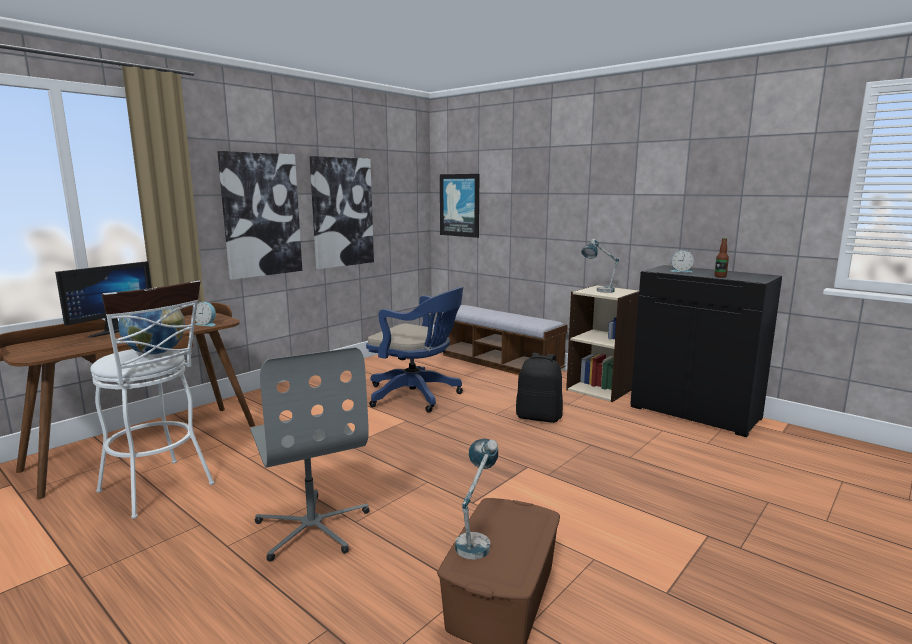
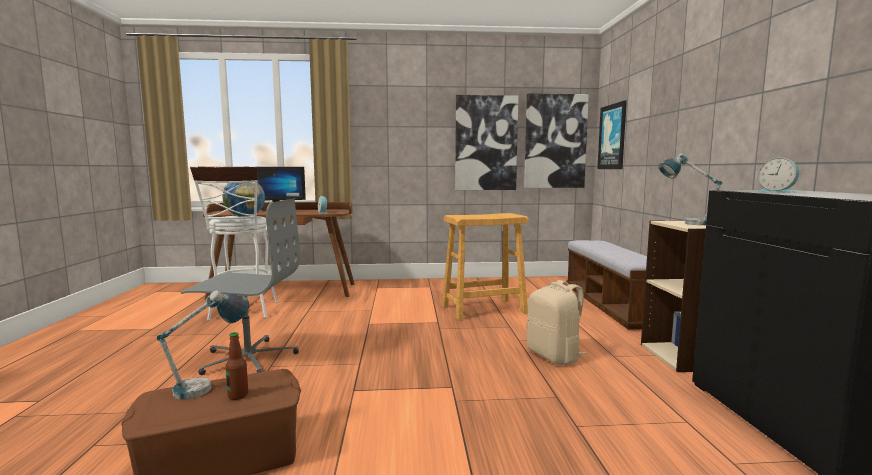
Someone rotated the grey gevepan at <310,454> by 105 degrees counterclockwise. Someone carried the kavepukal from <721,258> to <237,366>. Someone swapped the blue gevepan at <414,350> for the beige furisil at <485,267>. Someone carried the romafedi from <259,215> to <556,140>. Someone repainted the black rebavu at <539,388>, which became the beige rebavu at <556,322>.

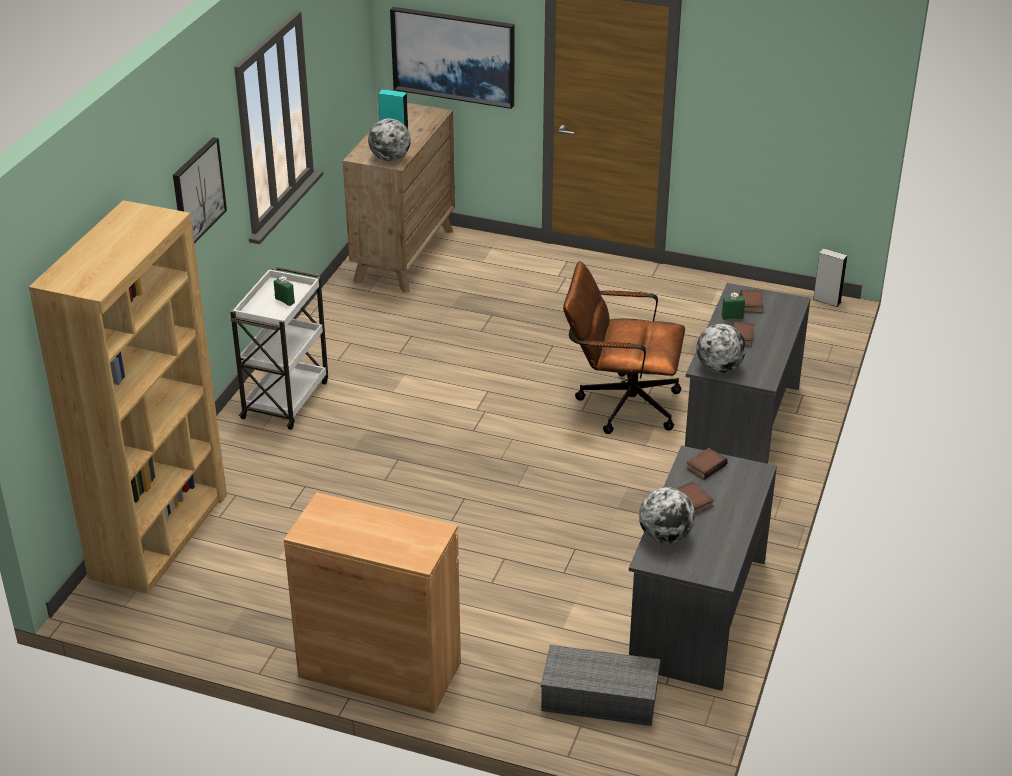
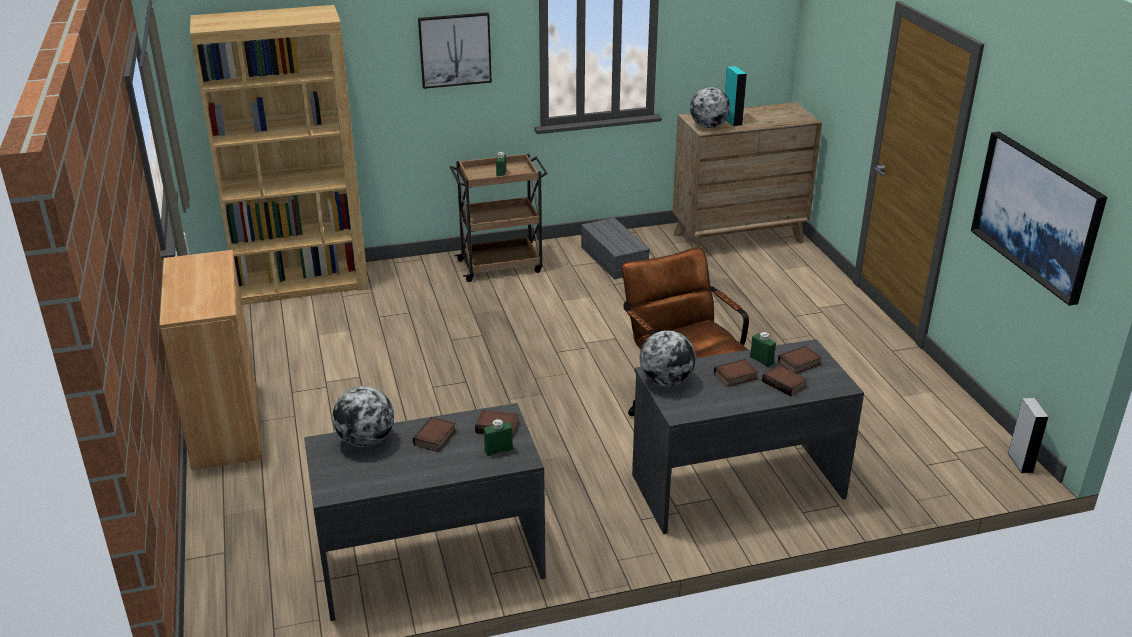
Someone repainted the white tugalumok at <279,348>, which became the brown tugalumok at <499,218>. Someone put down the green kavepukal at <498,437>. Someone carried the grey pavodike from <600,685> to <615,249>. Someone put down the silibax at <784,380>. Someone carried the romafedi from <452,58> to <1039,219>.

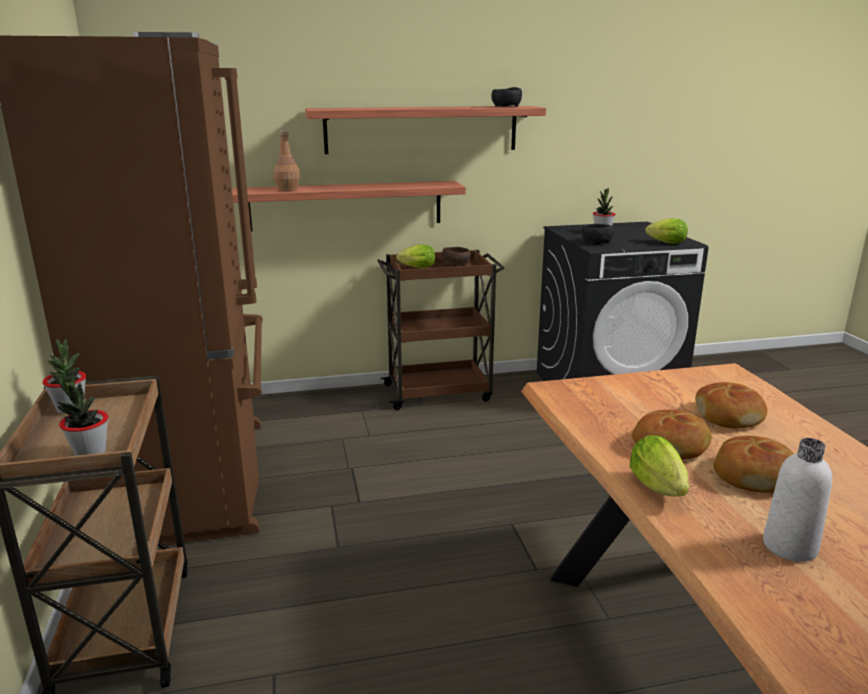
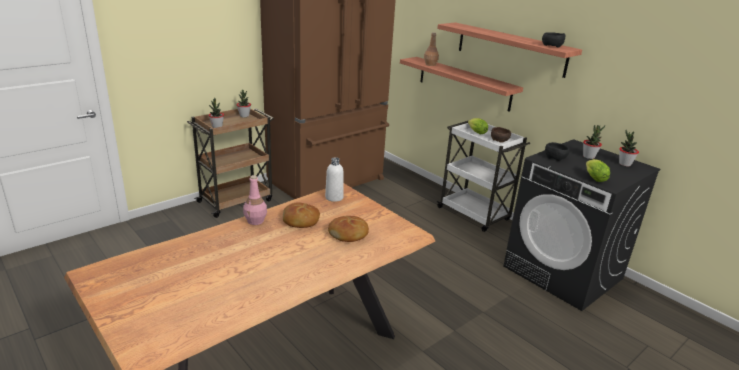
Someone swapped the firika at <659,466> for the pink kavepukal at <255,200>. Someone carried the white kavepukal from <797,500> to <334,179>. Someone repainted the brown tugalumok at <441,330>, which became the white tugalumok at <483,176>. Someone put down the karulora at <629,148>. Someone took away the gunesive at <753,464>.

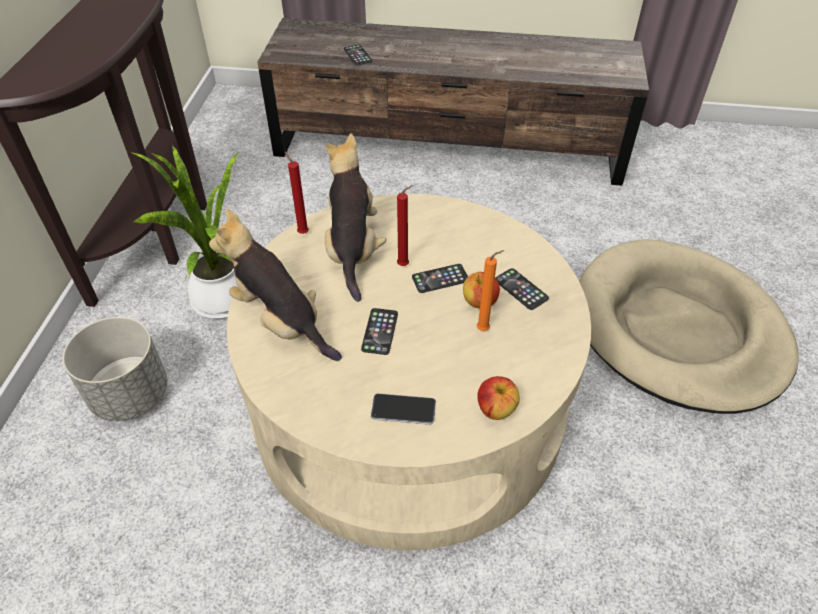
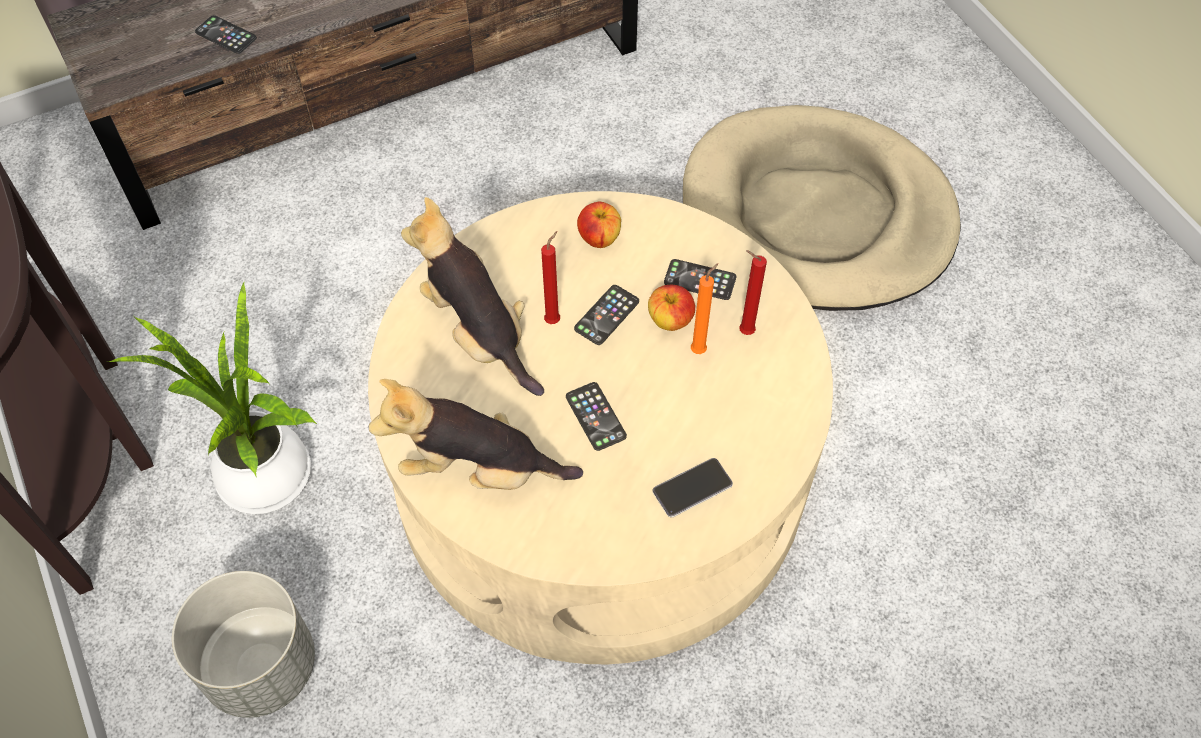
Someone carried the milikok from <498,398> to <599,225>. Someone carried the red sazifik from <297,193> to <753,292>.

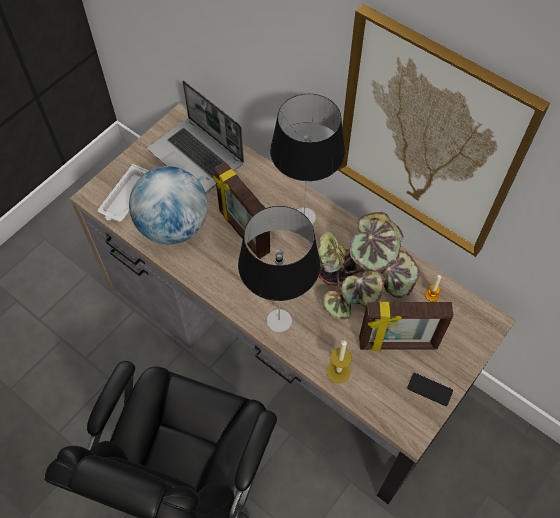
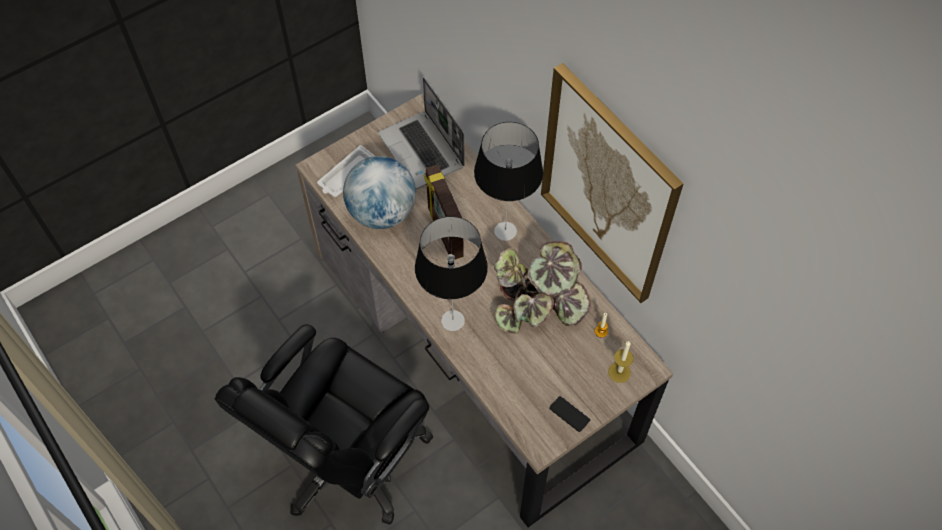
Someone carried the sazifik from <339,361> to <621,362>. Someone took away the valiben at <406,326>.

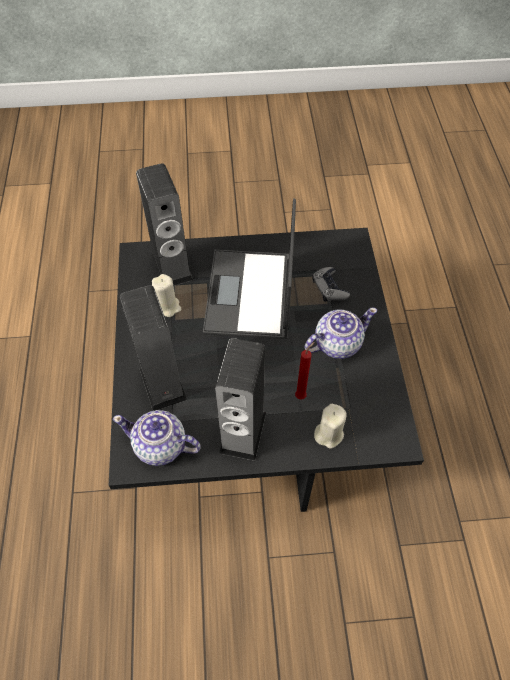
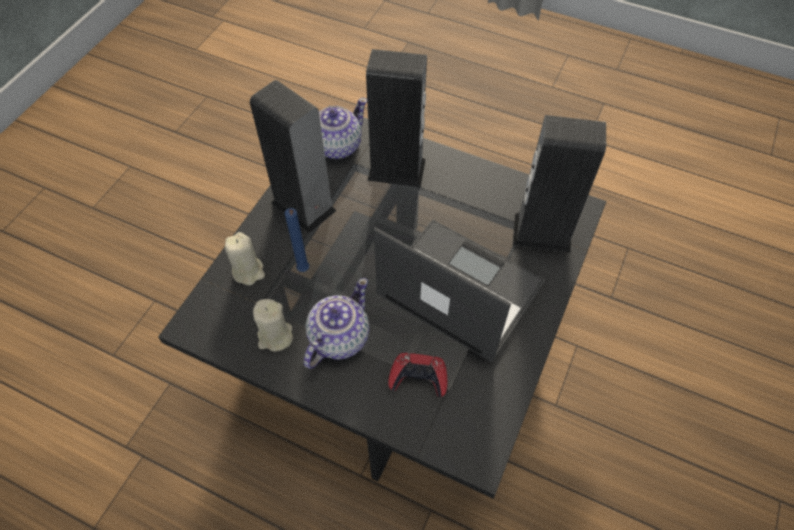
Someone carried the beige sazifik from <166,295> to <273,325>. Someone repainted the red sazifik at <304,370>, which became the blue sazifik at <297,240>. Someone rotated the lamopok at <340,333> by 150 degrees counterclockwise. Someone repainted the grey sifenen at <331,284>, which became the red sifenen at <417,374>.

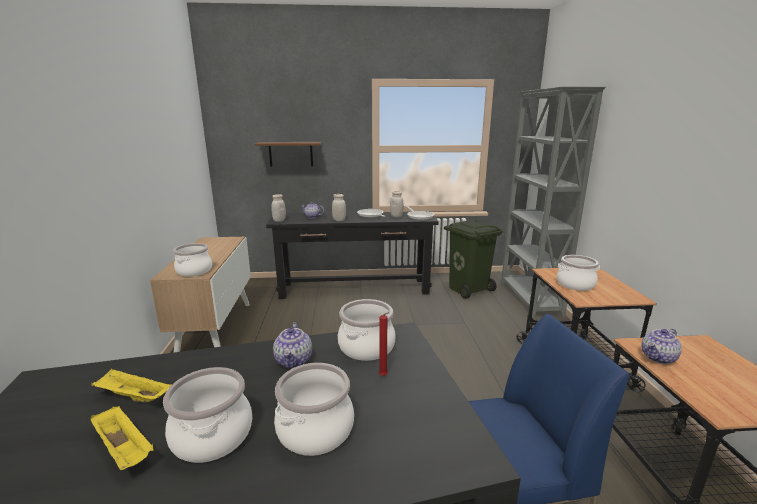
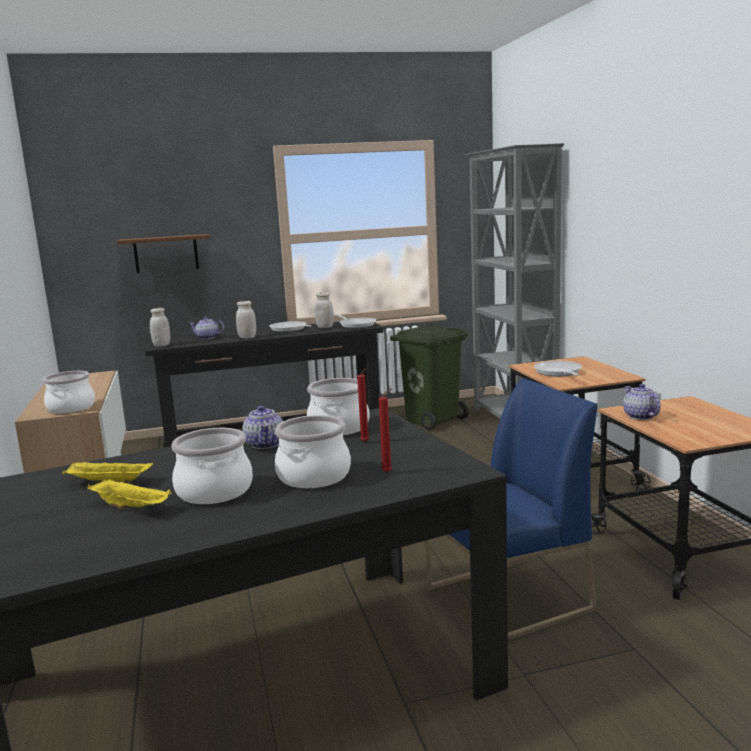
Someone put down the red sazifik at <385,431>. Someone swapped the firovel at <578,273> for the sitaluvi at <558,369>. Someone rotated the lamopok at <661,346> by 120 degrees clockwise.

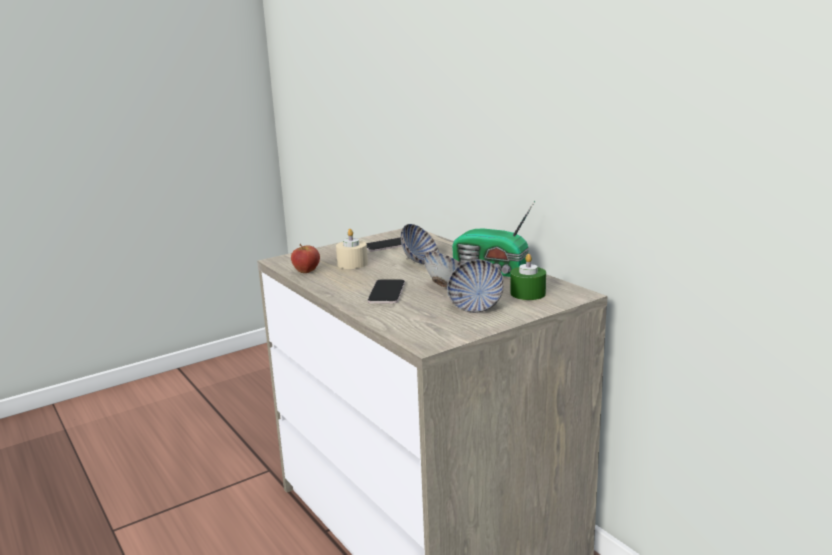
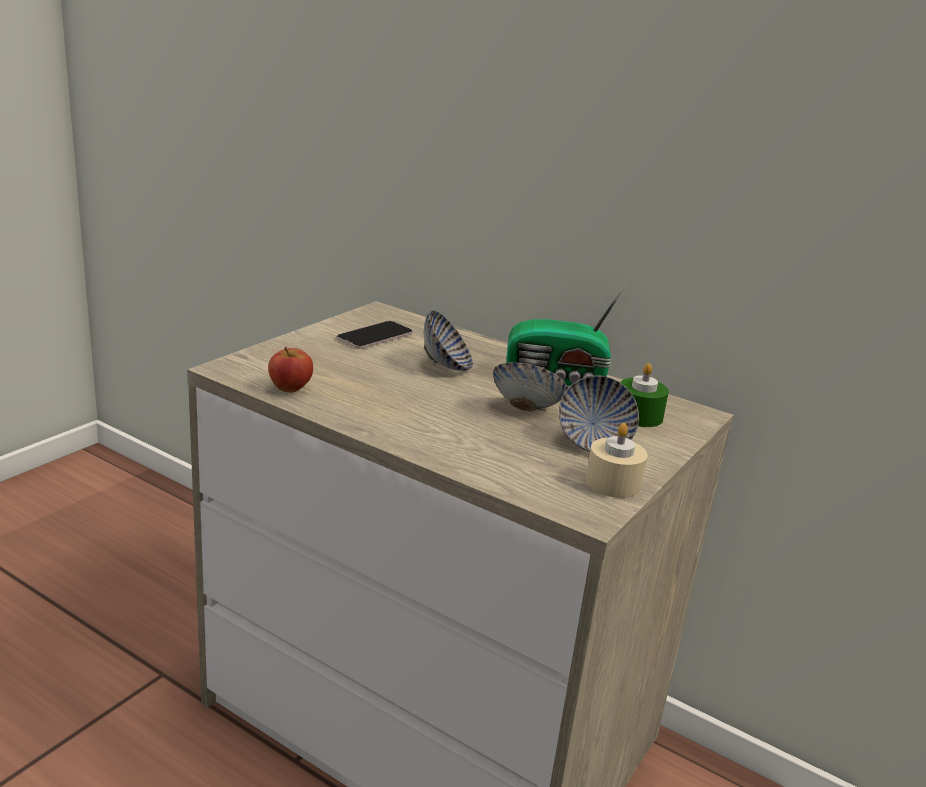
Someone carried the beige sazifik from <352,249> to <617,460>. Someone took away the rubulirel at <386,291>.

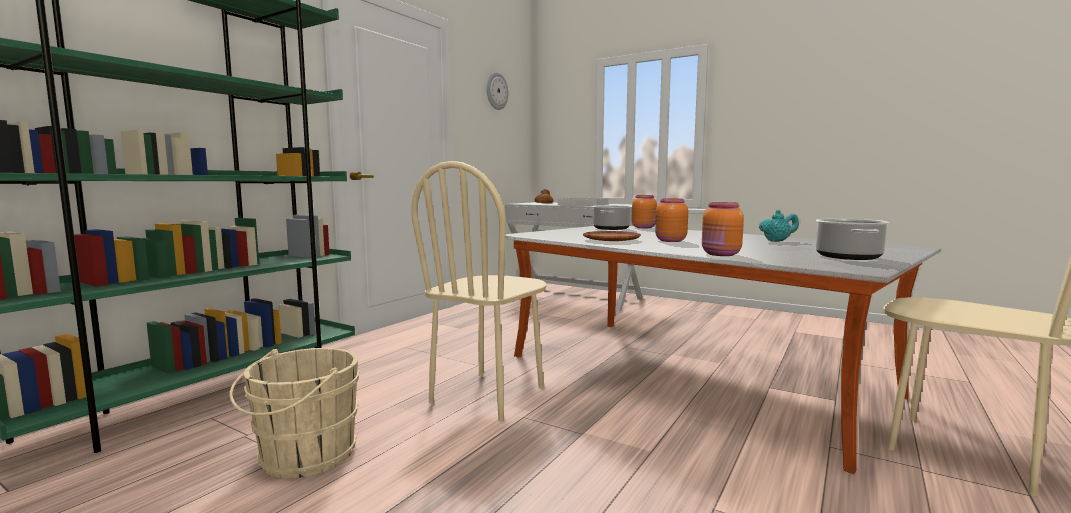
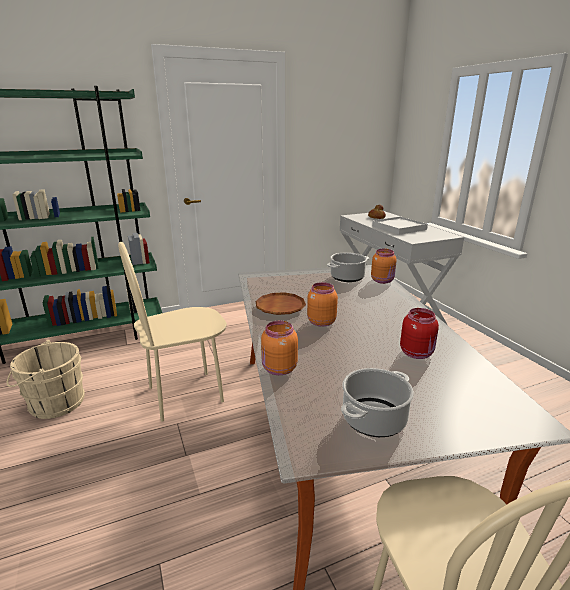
Someone swapped the turquoise lamopok at <779,226> for the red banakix at <419,333>. Someone took away the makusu at <497,91>.

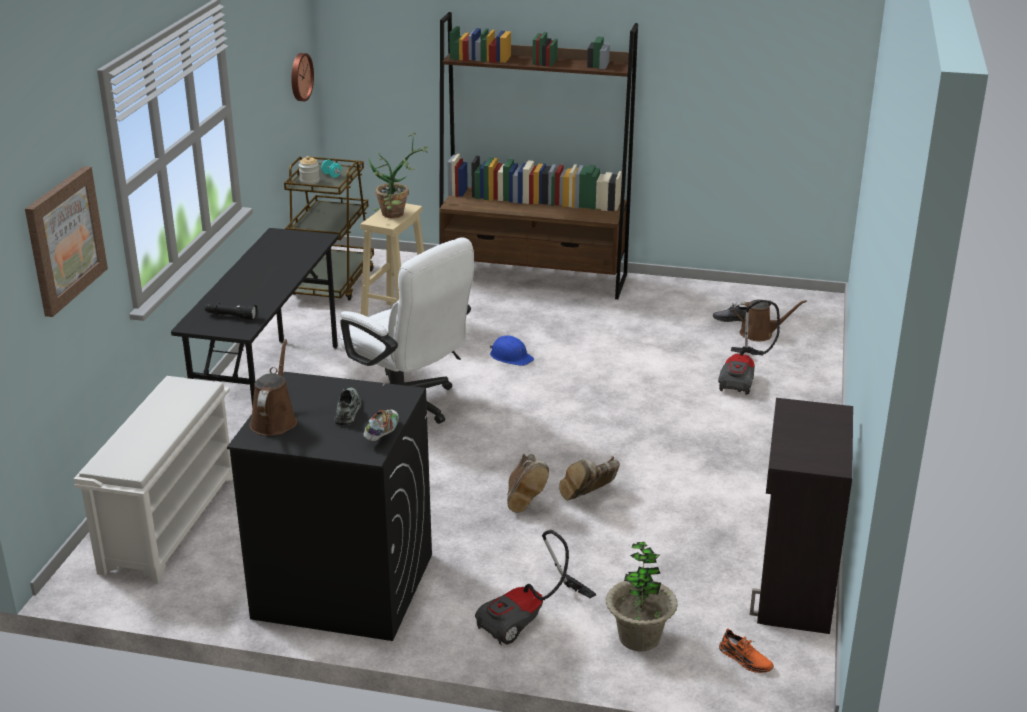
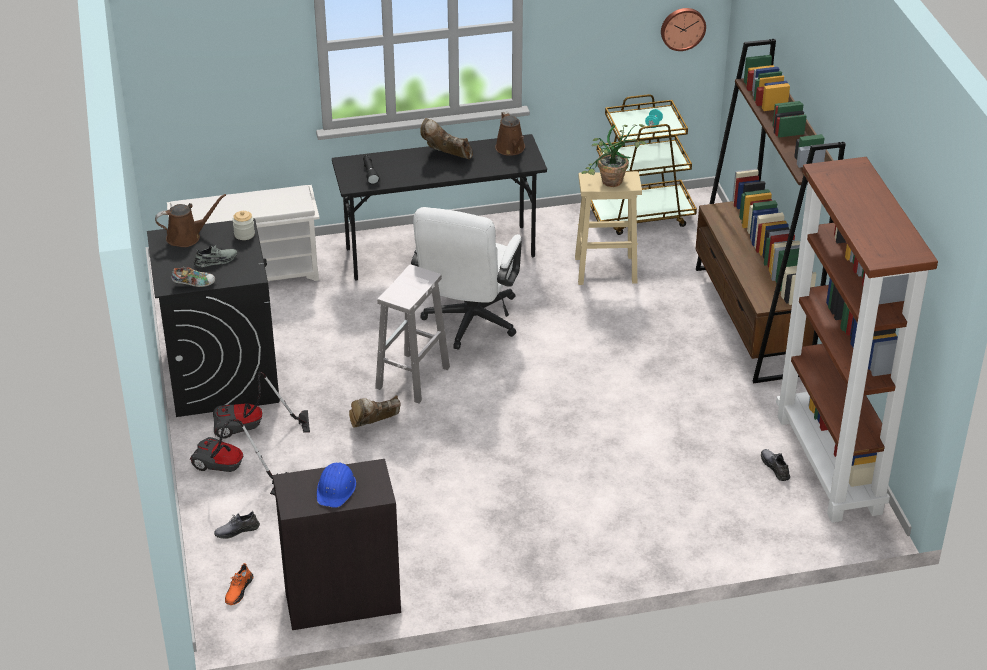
Someone carried the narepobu from <749,347> to <261,405>. Someone swapped the karulora at <642,596> for the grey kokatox at <237,525>. Someone carried the banakix from <309,170> to <243,225>. Someone carried the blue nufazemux from <512,351> to <336,485>. Someone put down the white furisil at <412,333>. Someone carried the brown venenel from <589,478> to <446,138>. Someone carried the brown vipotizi from <770,321> to <510,133>. Someone put down the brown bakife at <857,340>. Someone took away the romafedi at <66,241>.

